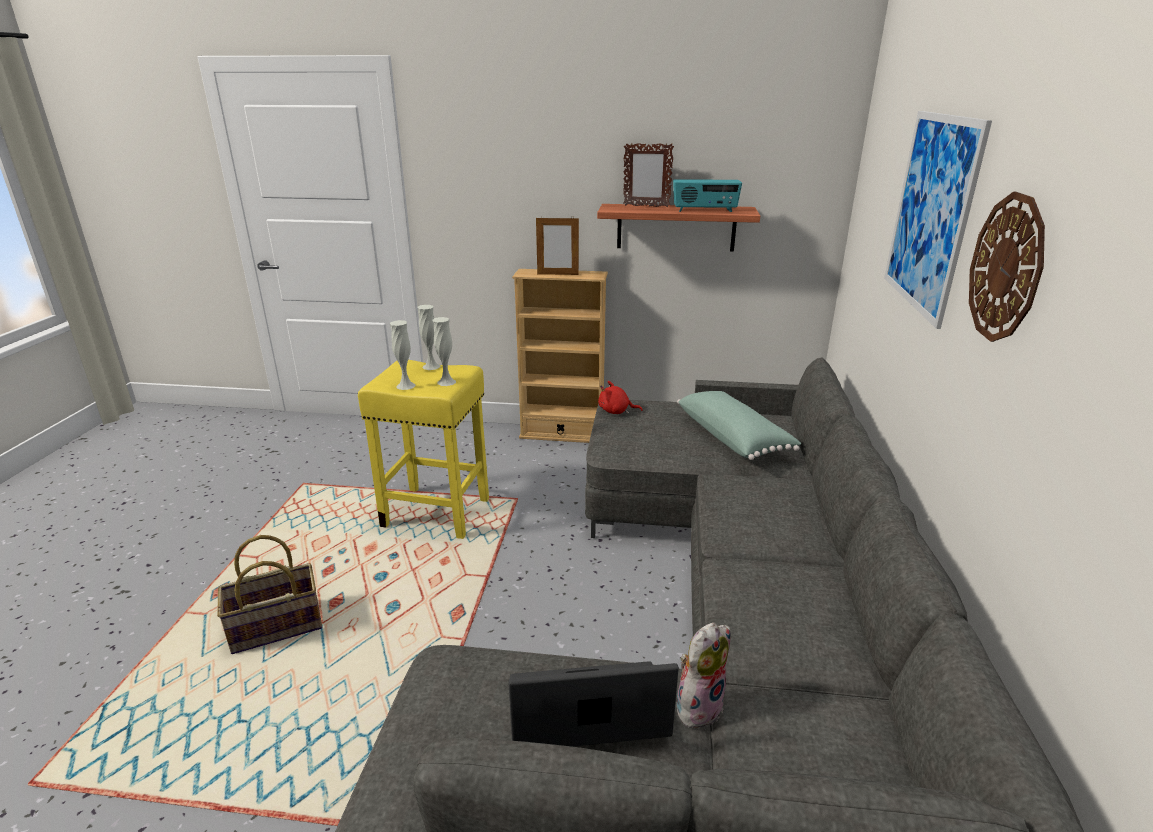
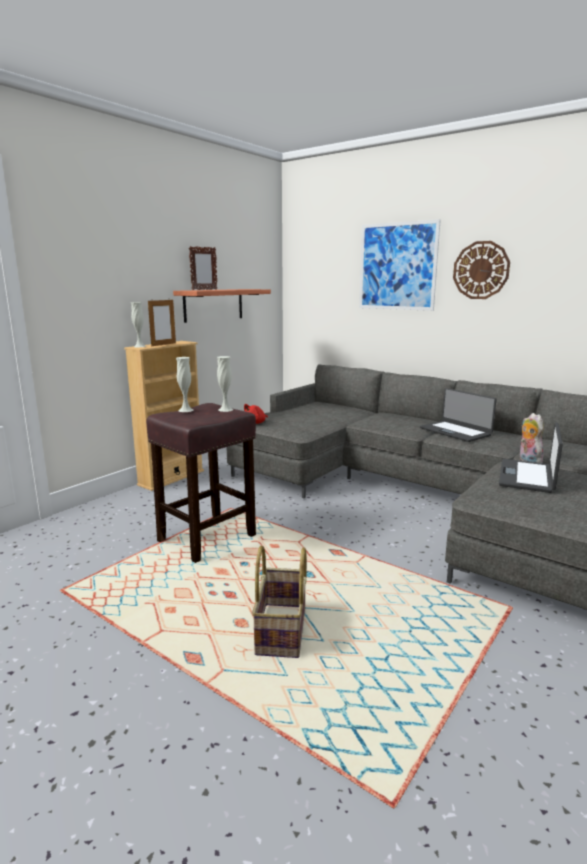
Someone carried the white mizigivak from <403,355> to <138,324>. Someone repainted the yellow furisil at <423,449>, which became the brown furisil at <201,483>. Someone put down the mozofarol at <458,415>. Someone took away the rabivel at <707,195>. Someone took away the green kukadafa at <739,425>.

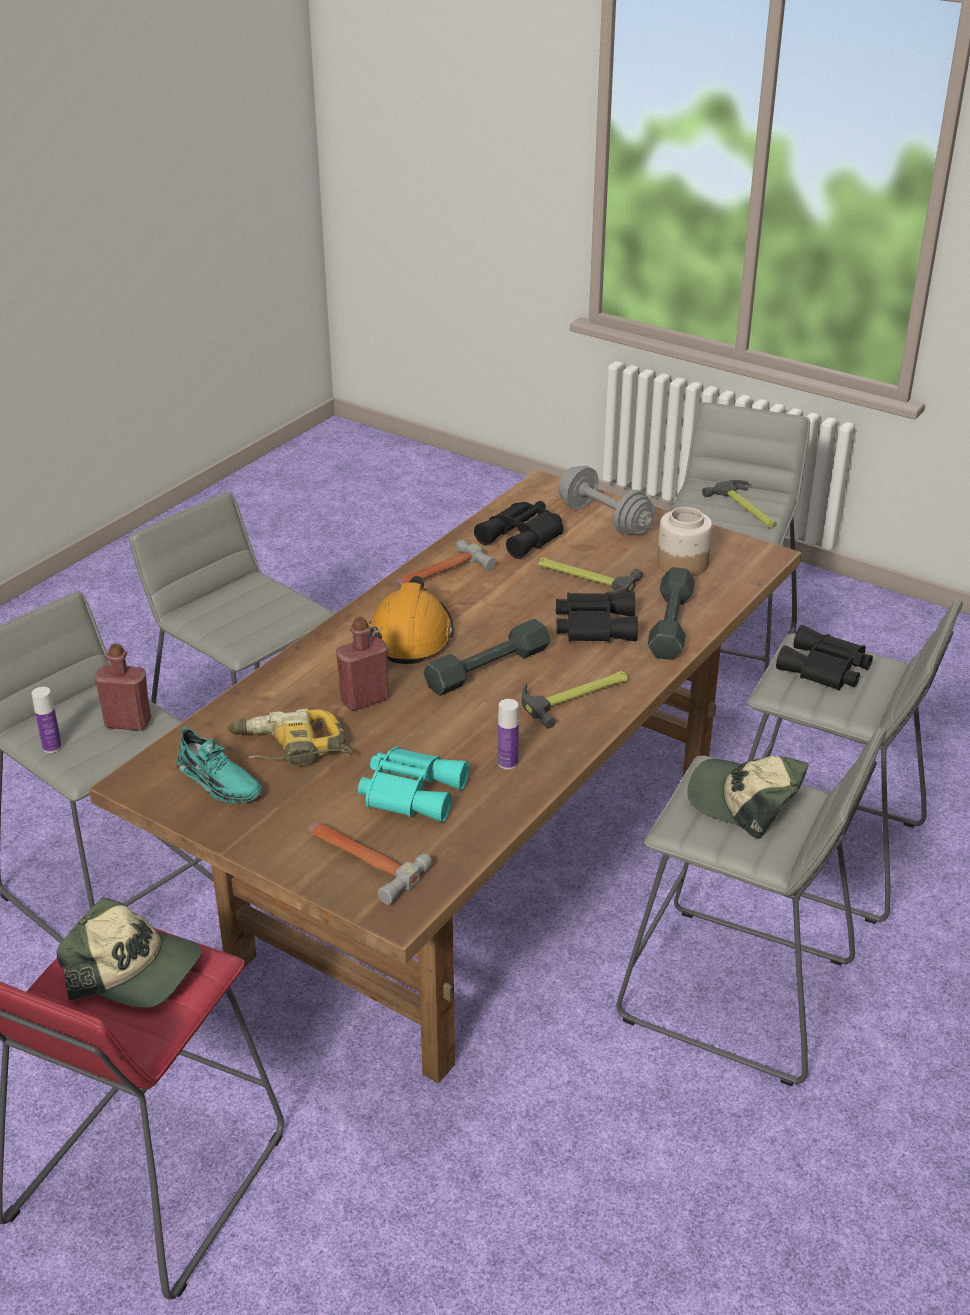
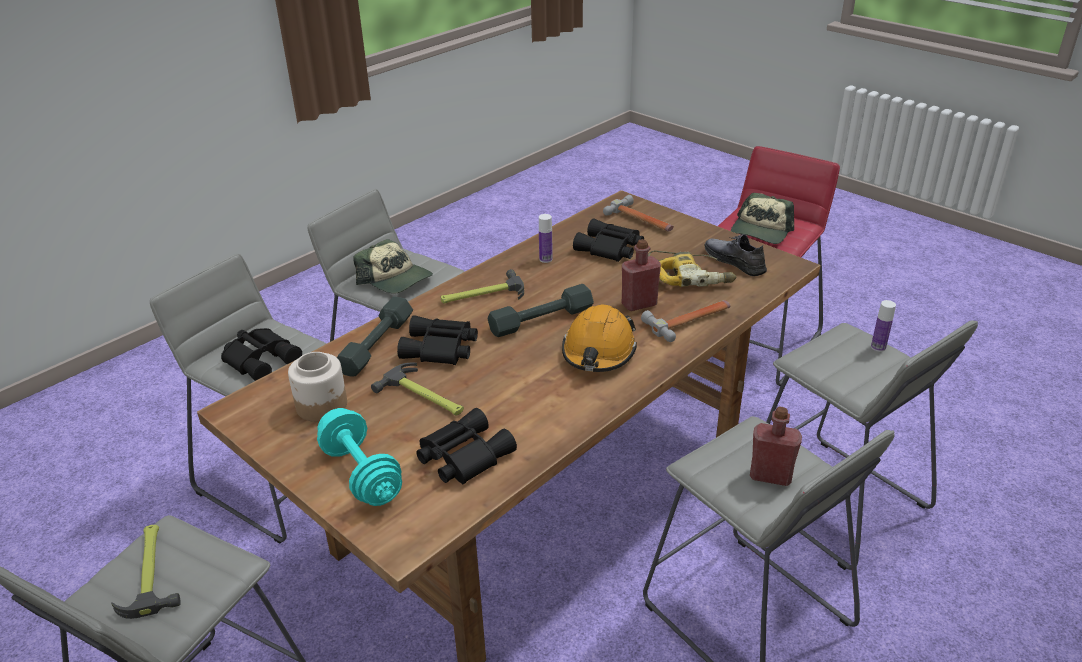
Someone repainted the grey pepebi at <606,500>, which became the turquoise pepebi at <359,457>. Someone repainted the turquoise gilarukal at <413,784>, which became the black gilarukal at <608,240>. Someone carried the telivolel from <445,564> to <685,321>. Someone repainted the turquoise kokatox at <220,764>, which became the grey kokatox at <736,255>. Someone rotated the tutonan at <129,952> by 90 degrees counterclockwise. Someone carried the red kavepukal from <123,687> to <776,446>.

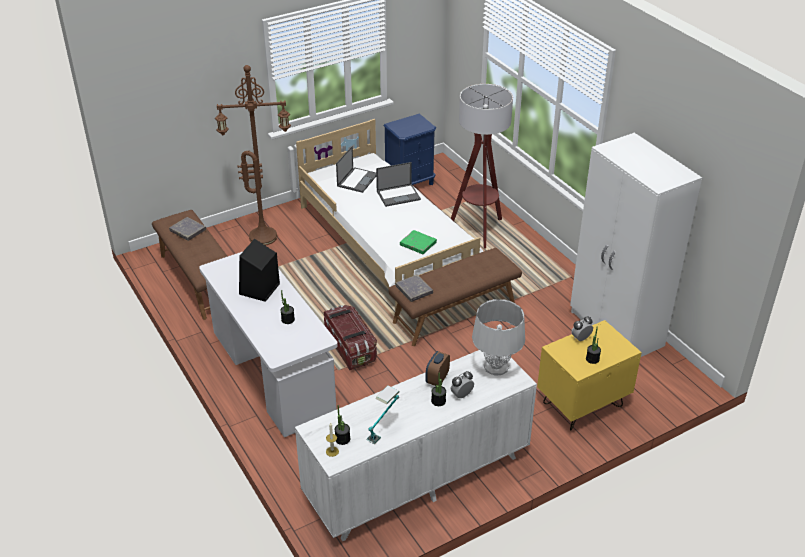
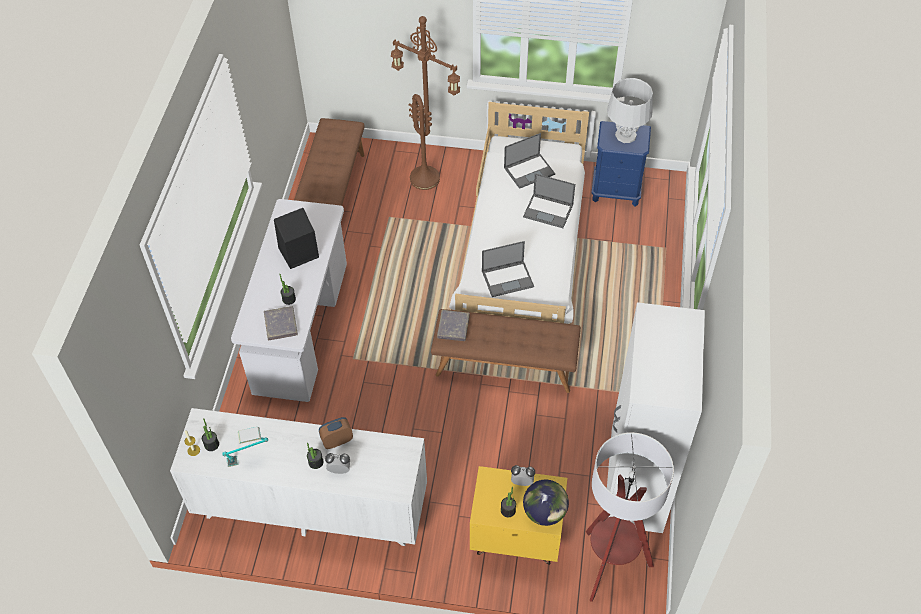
Someone carried the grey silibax from <187,229> to <281,323>. Someone swapped the green silibax at <418,242> for the mozofarol at <508,269>. Someone put down the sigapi at <546,503>. Someone carried the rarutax from <482,166> to <630,517>. Someone carried the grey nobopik from <498,337> to <630,110>. Someone took away the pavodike at <350,337>.

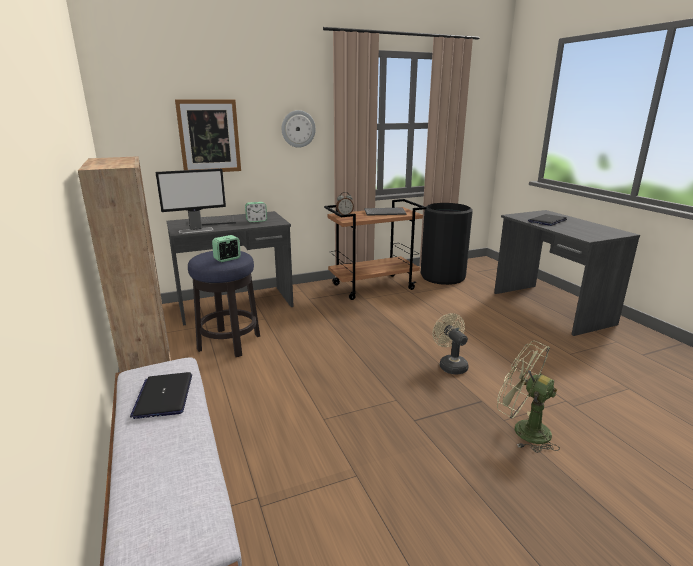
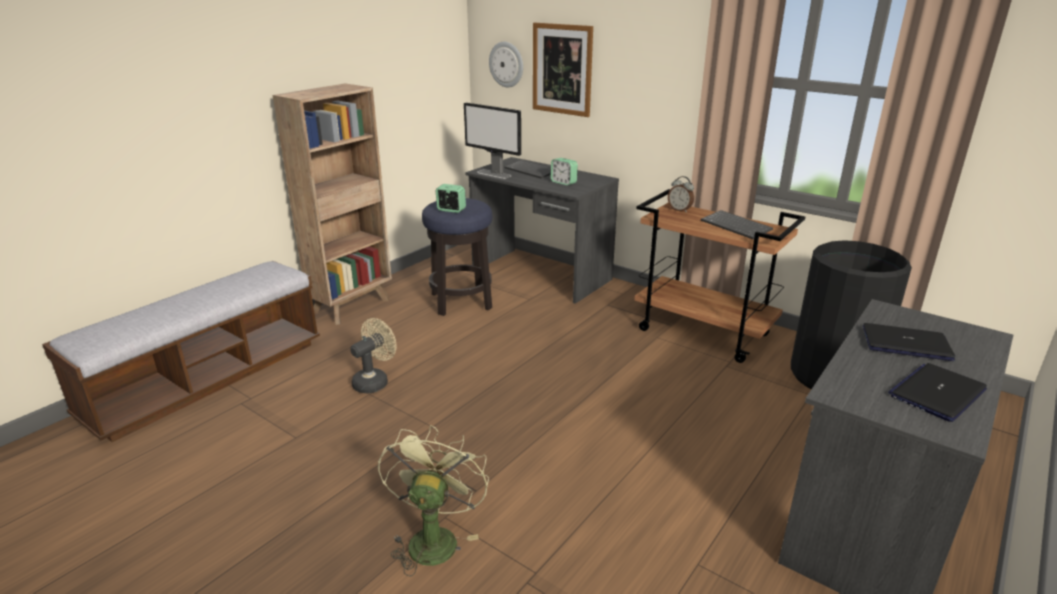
Someone carried the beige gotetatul from <451,344> to <373,356>. Someone carried the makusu from <299,129> to <506,64>. Someone carried the mozofarol from <161,395> to <937,392>.

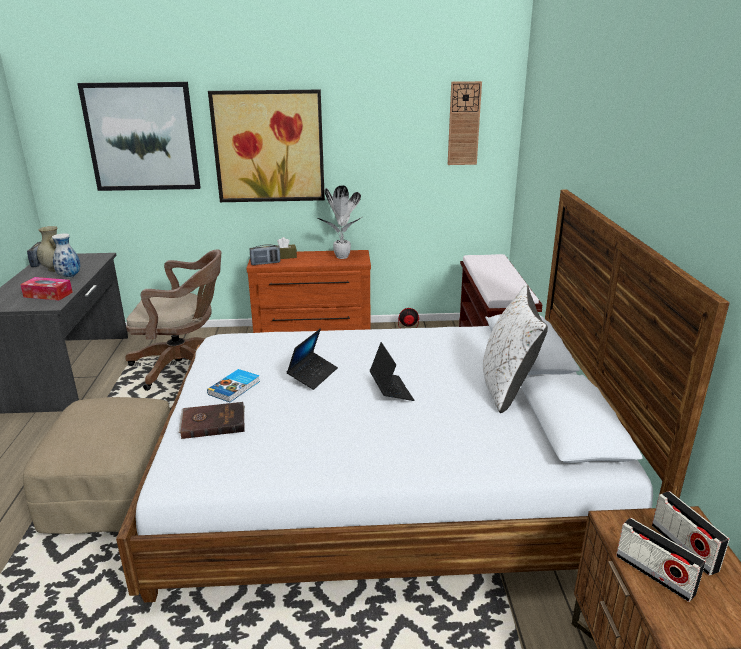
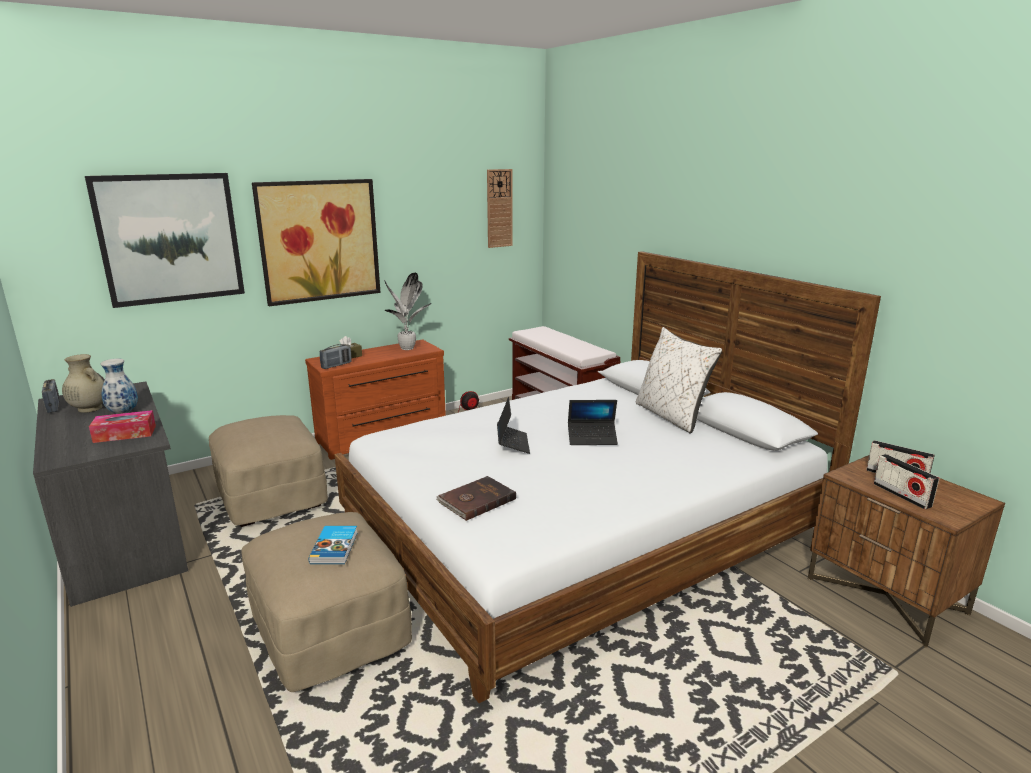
Someone swapped the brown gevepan at <173,320> for the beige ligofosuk at <268,471>. Someone carried the silibax from <233,385> to <333,545>. Someone rotated the mozofarol at <392,371> by 135 degrees clockwise. Someone rotated the rabivel at <661,560> by 45 degrees clockwise.

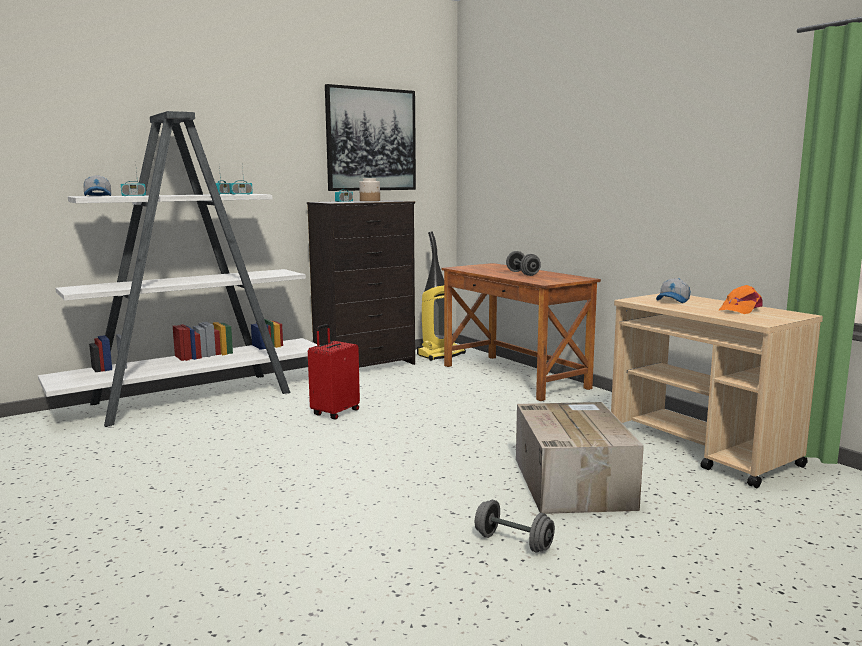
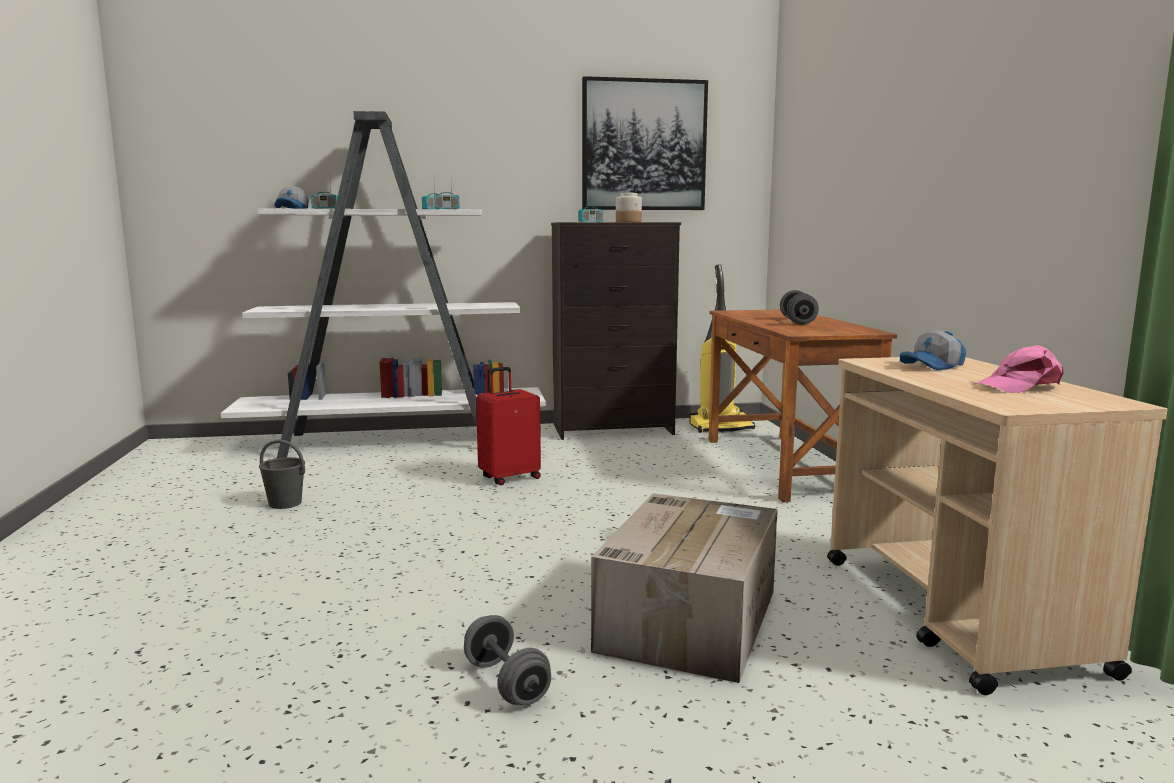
Someone put down the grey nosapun at <282,474>. Someone repainted the orange tutonan at <740,299>, which became the pink tutonan at <1018,369>.

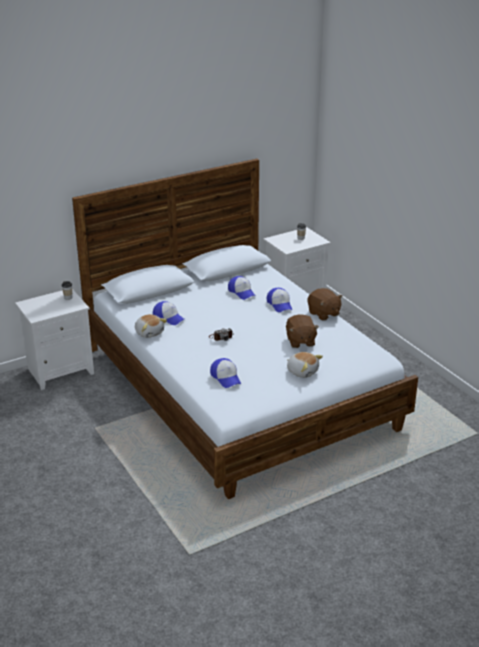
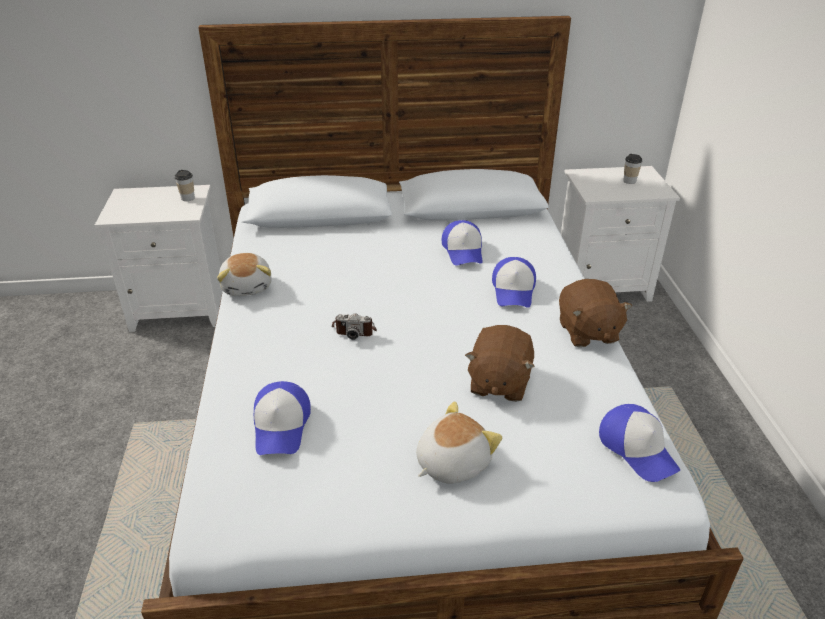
Someone rotated the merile at <305,365> by 105 degrees counterclockwise. Someone carried the tutonan from <168,313> to <639,443>.

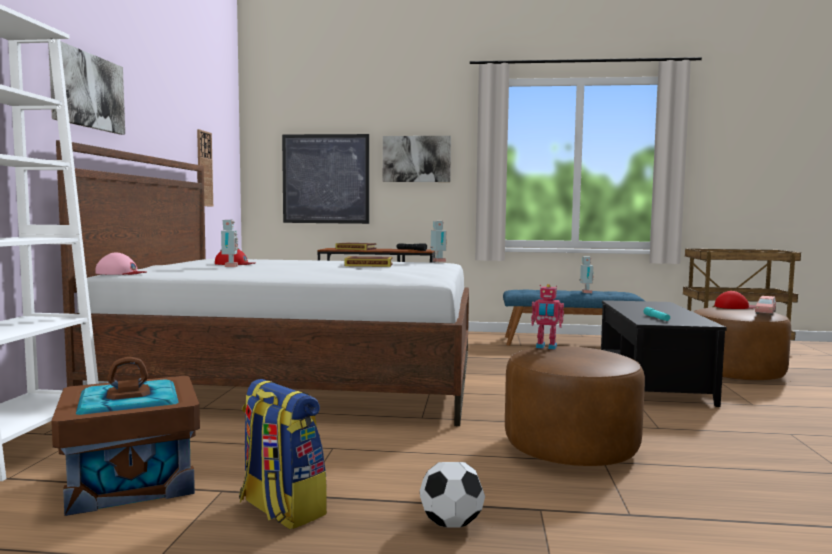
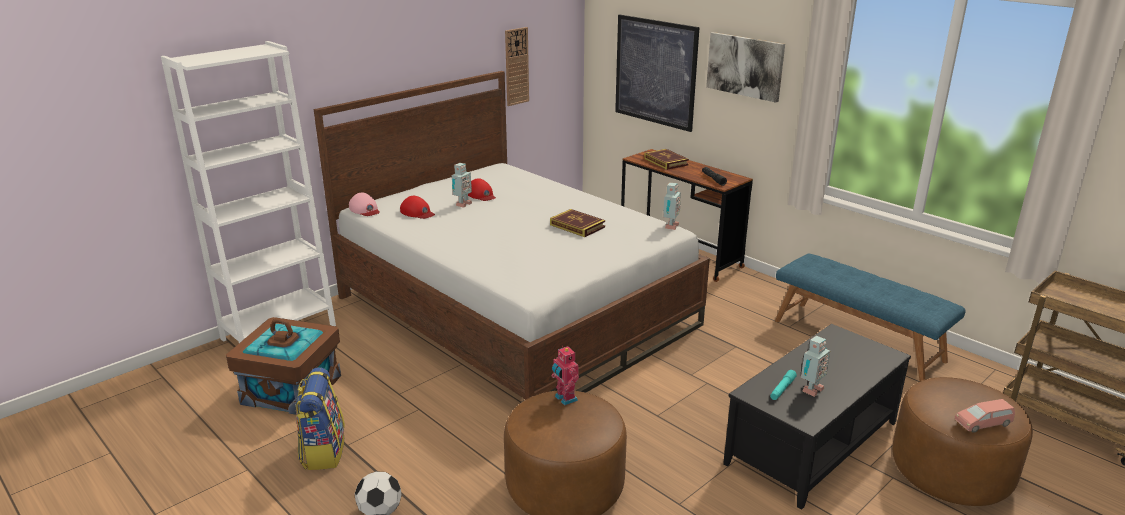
Someone carried the red tutonan from <735,300> to <417,207>. Someone carried the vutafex from <586,274> to <815,366>. Someone took away the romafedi at <86,88>.

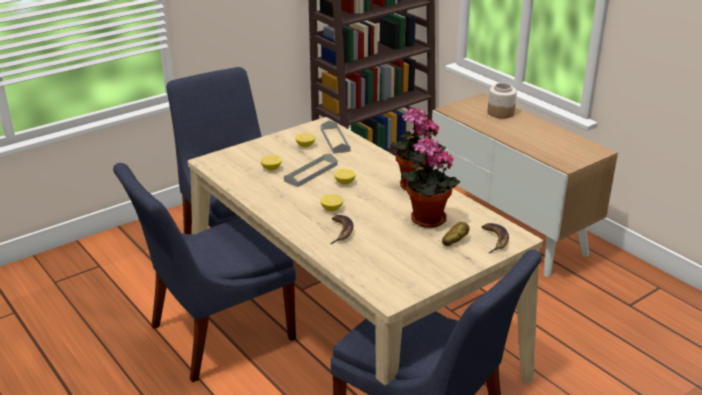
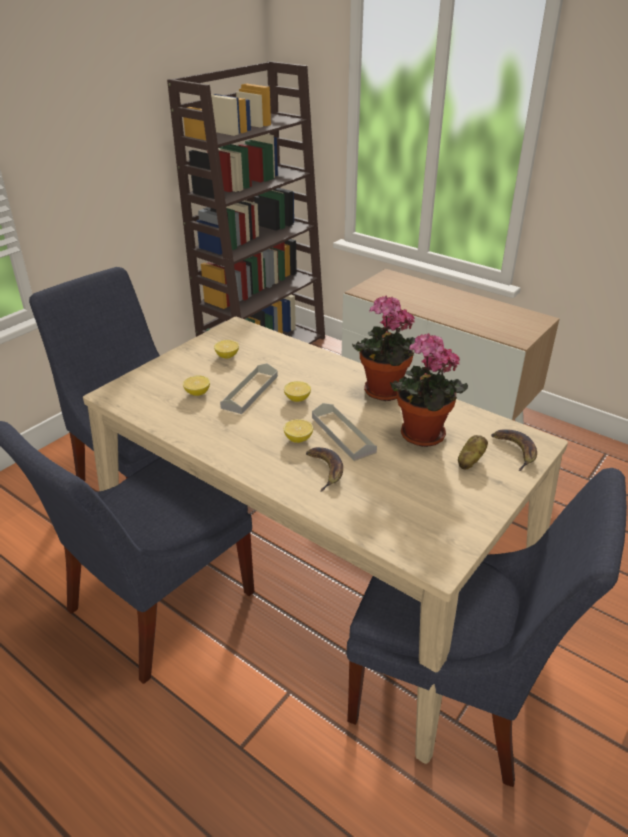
Someone carried the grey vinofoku from <335,137> to <344,432>. Someone took away the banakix at <502,101>.

